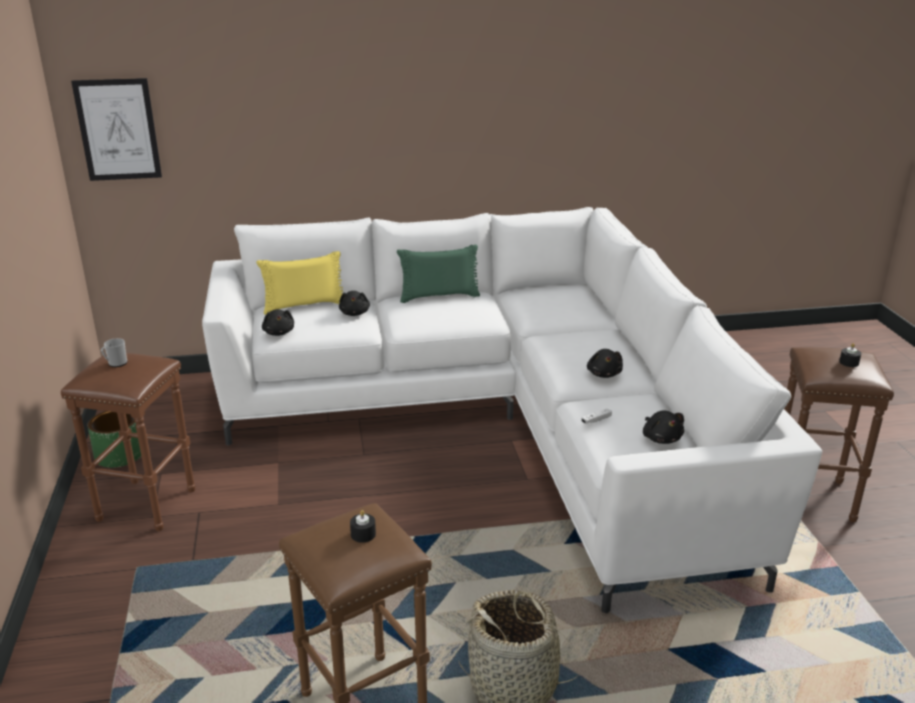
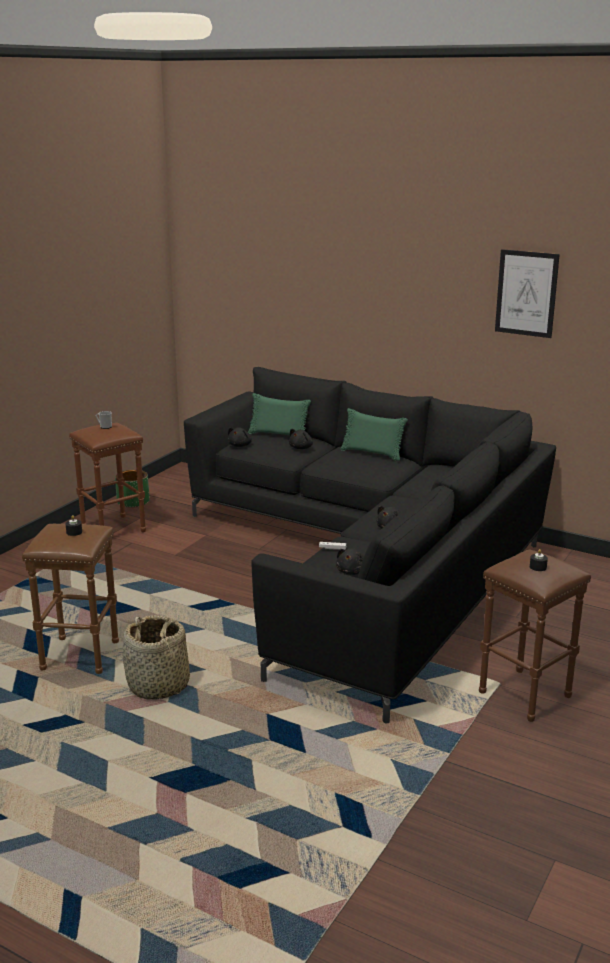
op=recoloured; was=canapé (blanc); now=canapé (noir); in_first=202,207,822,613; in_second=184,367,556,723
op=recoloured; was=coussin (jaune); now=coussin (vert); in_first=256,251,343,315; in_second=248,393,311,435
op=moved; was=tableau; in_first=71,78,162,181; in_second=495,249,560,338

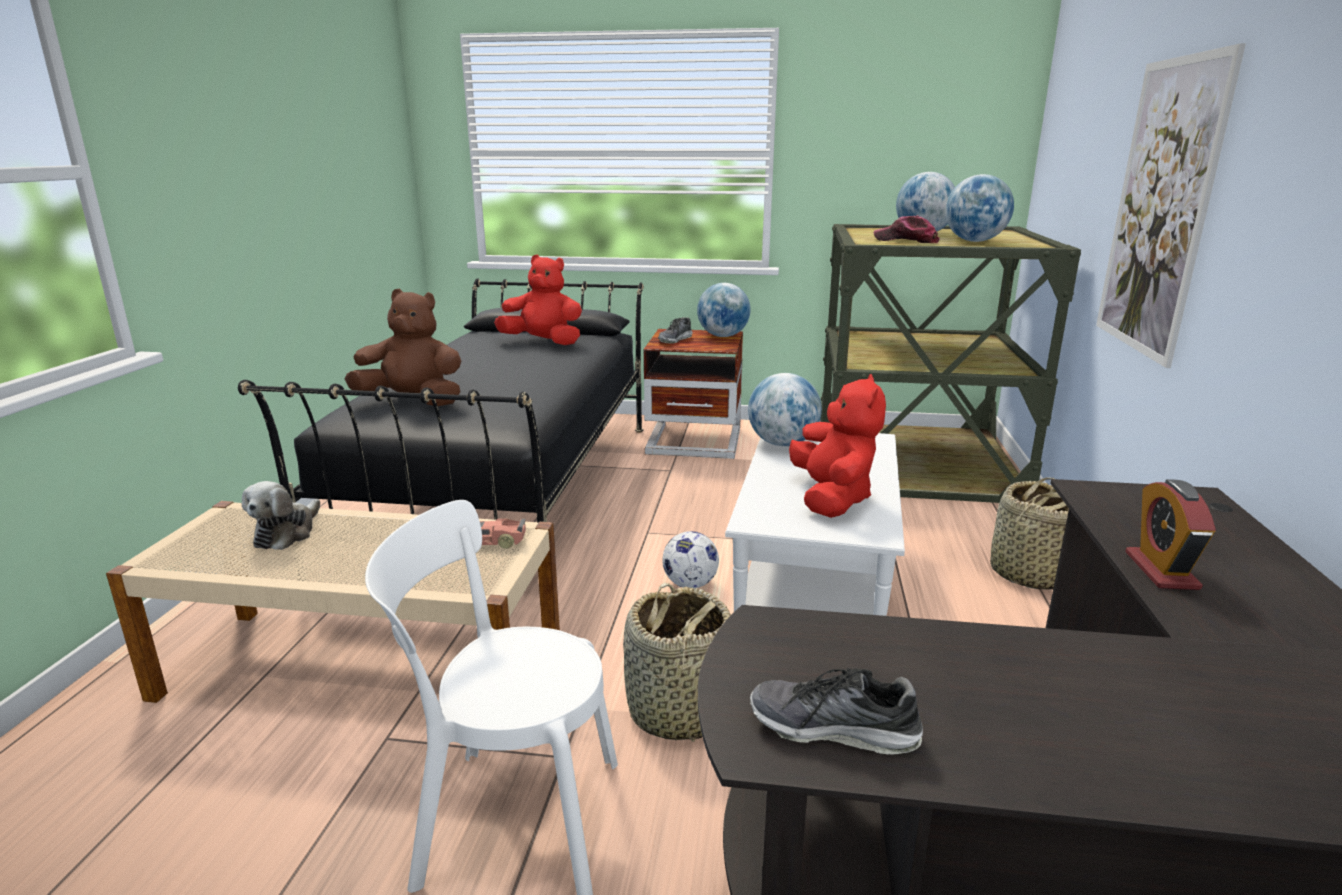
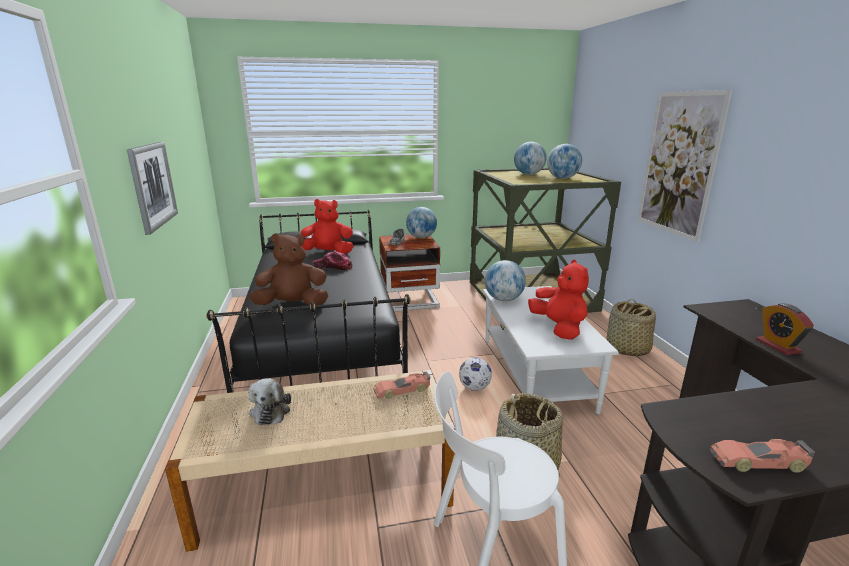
op=added; now=tableau; in_second=127,142,178,235
op=moved; was=casquette; in_first=874,215,939,243; in_second=313,251,352,270
op=replaced; was=chaussure; now=petite voiture; in_first=750,667,923,754; in_second=710,439,815,473

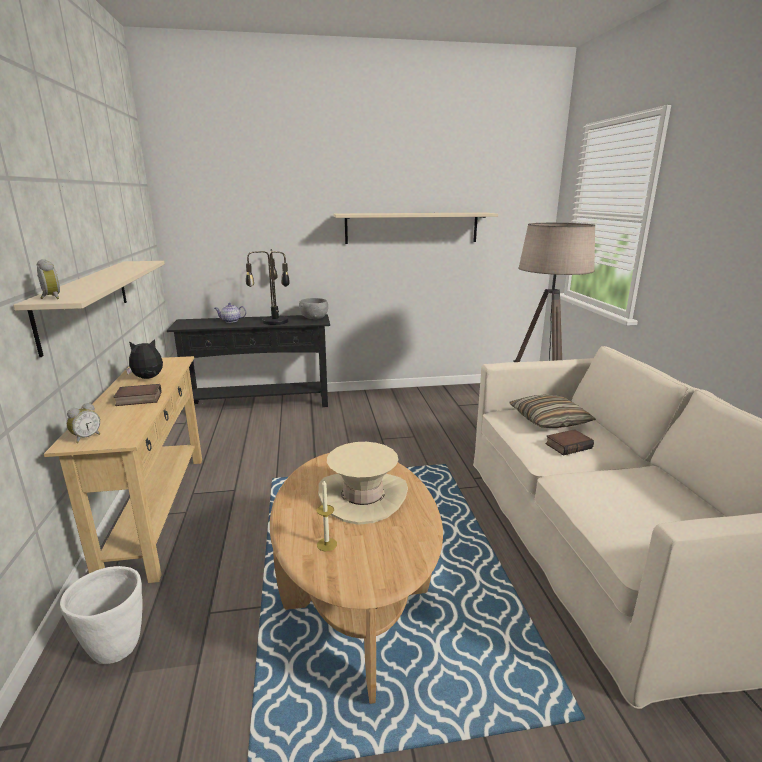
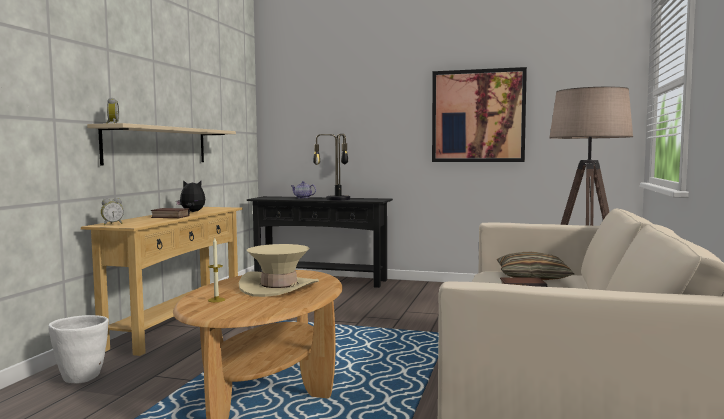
op=replaced; was=étagère (beige); now=tableau; in_first=333,213,498,244; in_second=432,67,527,162
op=removed; was=bol (gris); in_first=299,298,328,319

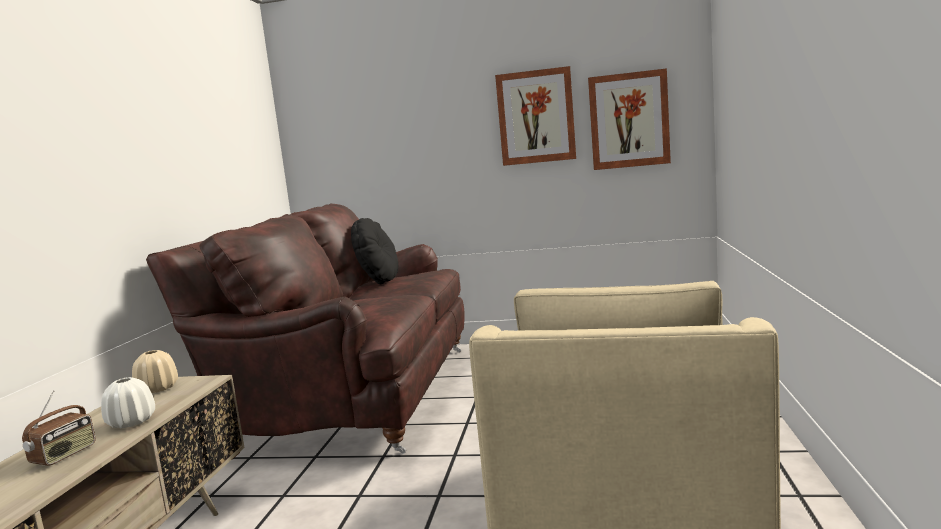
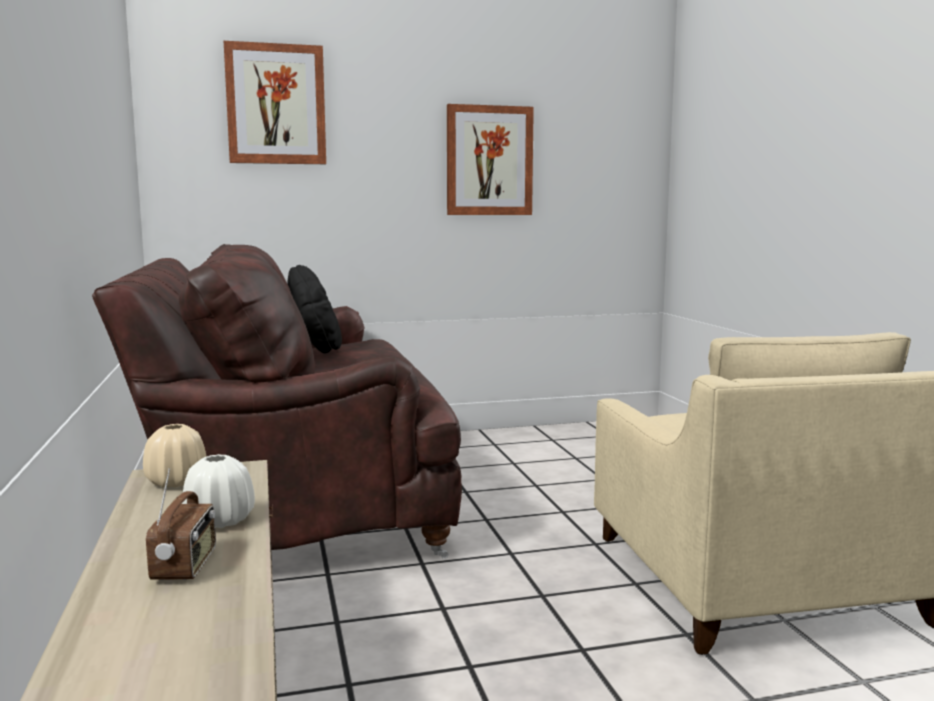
op=moved; was=tableau; in_first=588,68,671,170; in_second=224,41,326,164

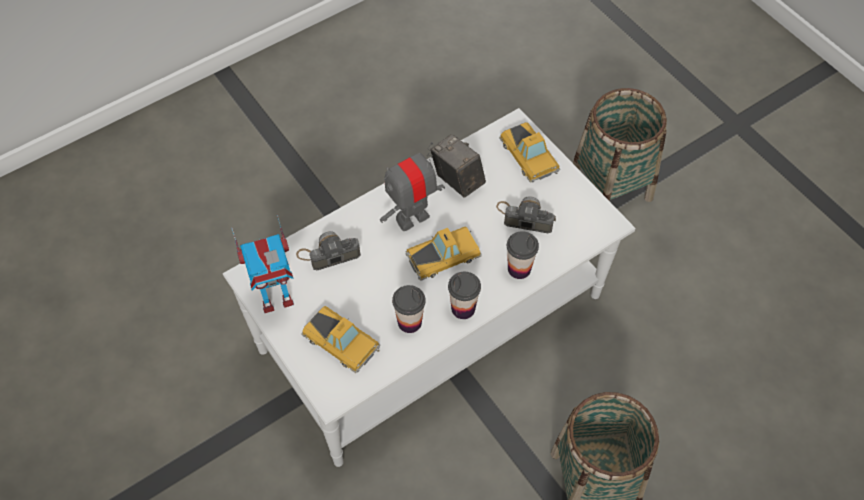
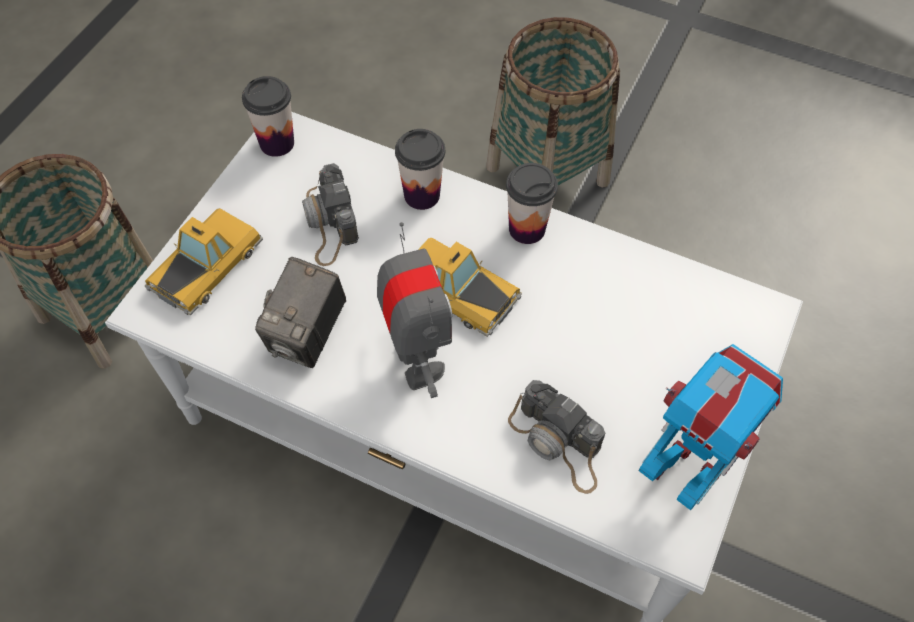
op=moved; was=tasse; in_first=392,285,426,333; in_second=242,76,294,157
op=turned; was=robot jouet; in_first=380,142,445,231; in_second=377,222,453,398; clockwise=-135
op=removed; was=petite voiture; in_first=301,306,380,373

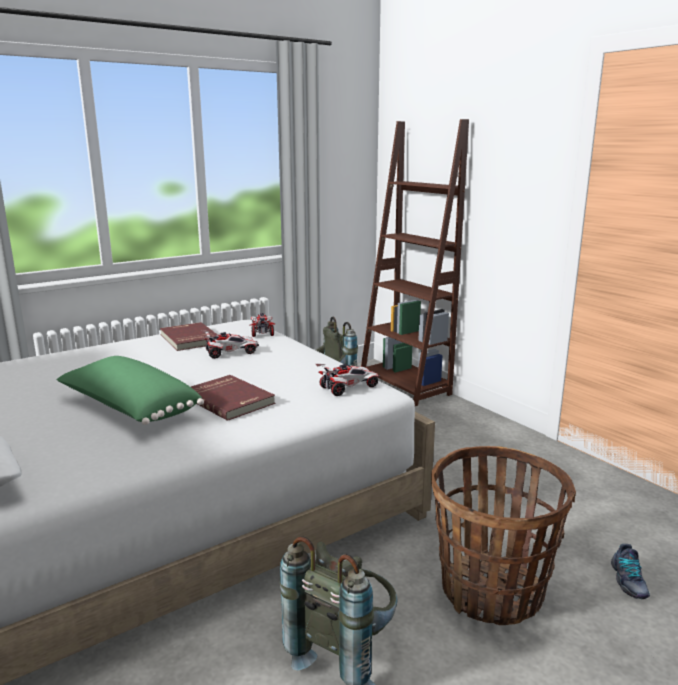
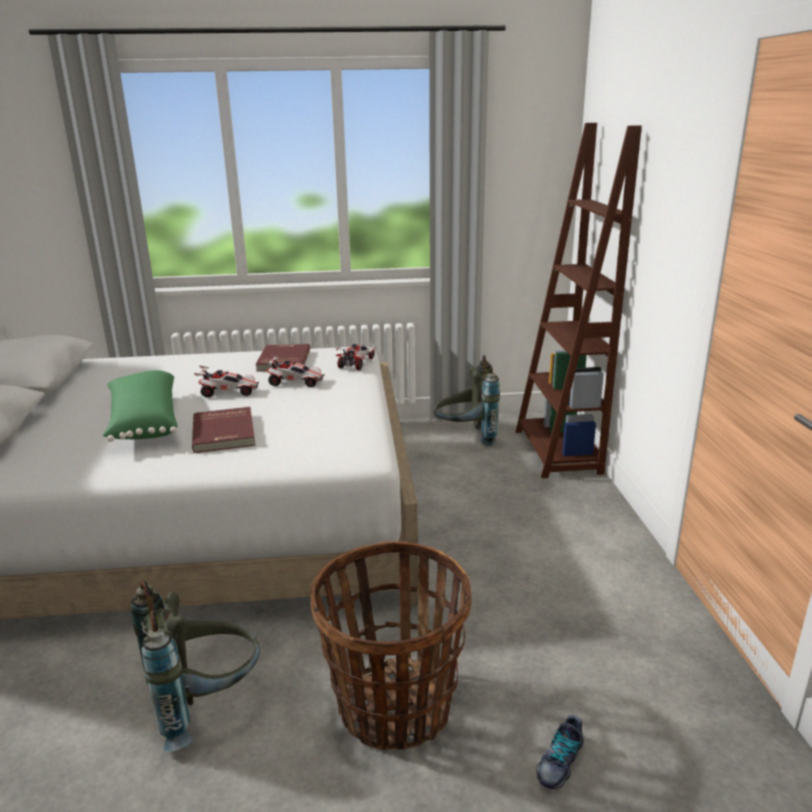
op=moved; was=petite voiture; in_first=316,364,380,396; in_second=194,365,259,397

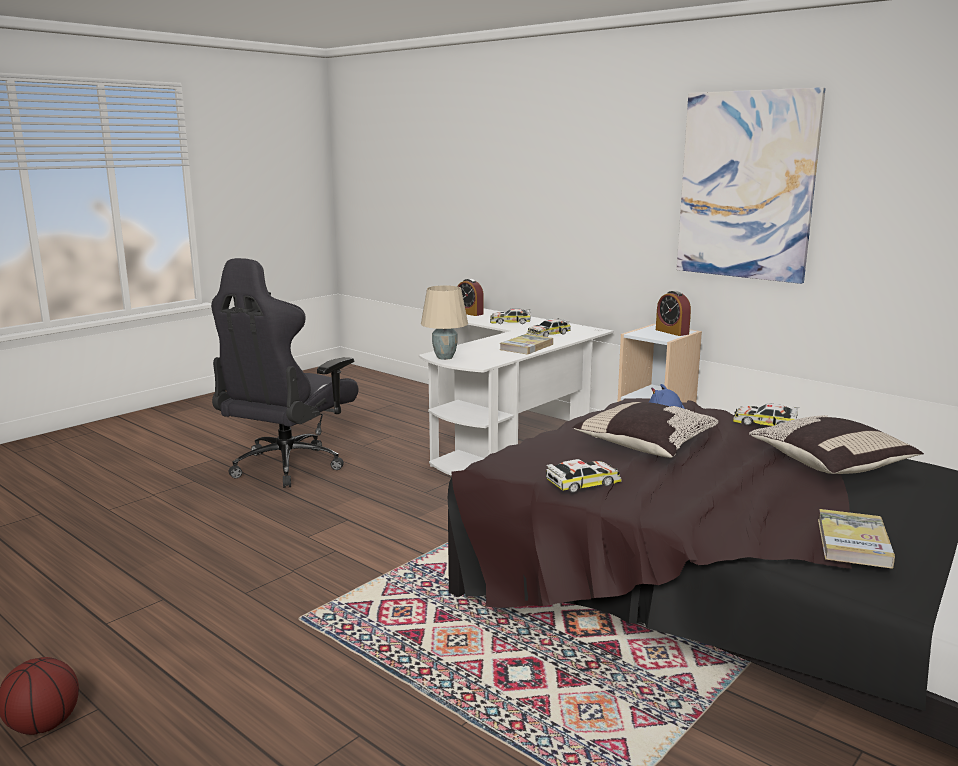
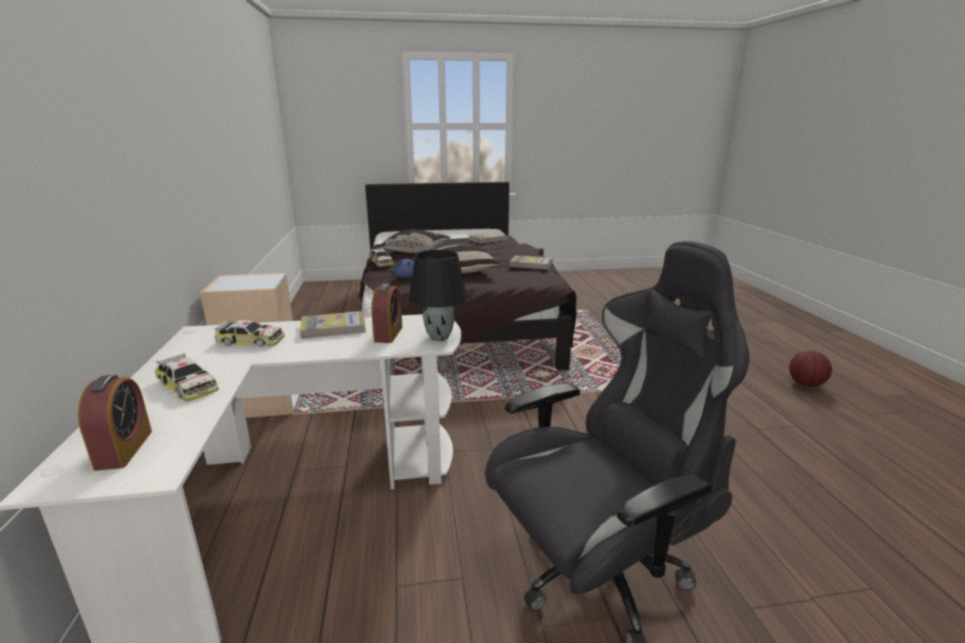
op=moved; was=réveil; in_first=656,291,691,336; in_second=371,284,402,343
op=recoloured; was=lampe de table (beige); now=lampe de table (noir); in_first=421,285,468,360; in_second=409,250,467,341
op=replaced; was=petite voiture; now=livre; in_first=546,459,622,493; in_second=510,255,553,270
op=removed; was=tableau; in_first=677,87,826,284

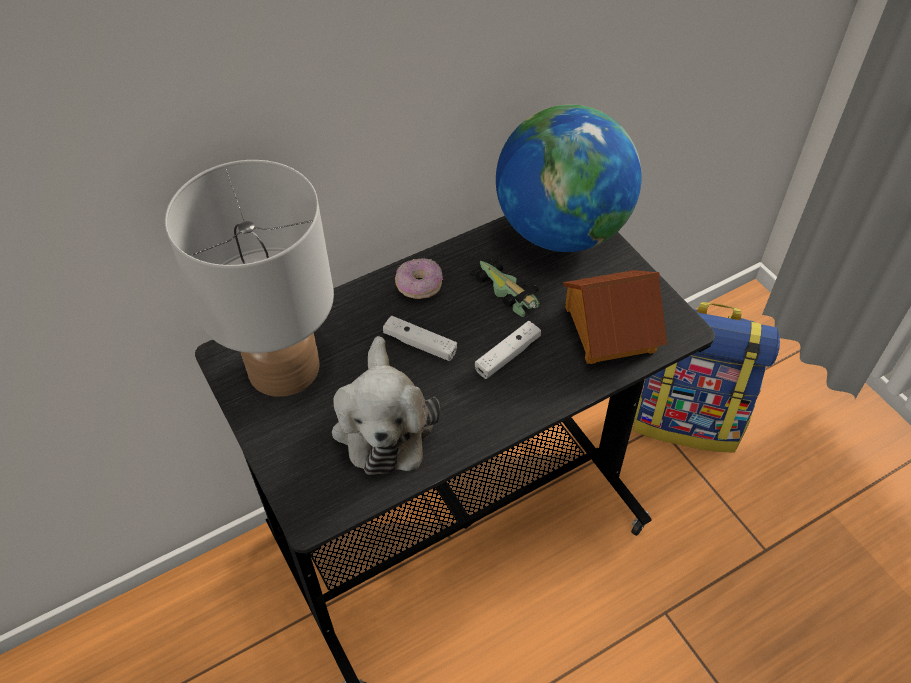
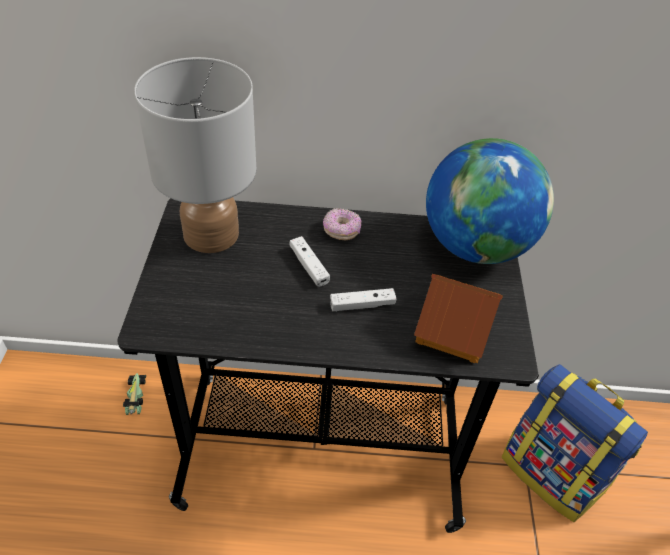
op=moved; was=petite voiture; in_first=469,259,540,317; in_second=123,373,146,415
op=removed; was=peluche; in_first=332,336,440,475

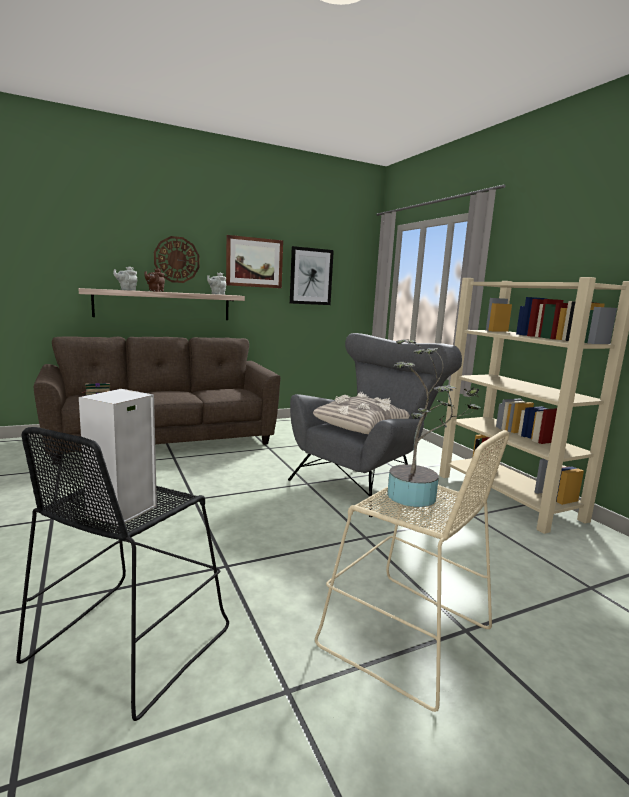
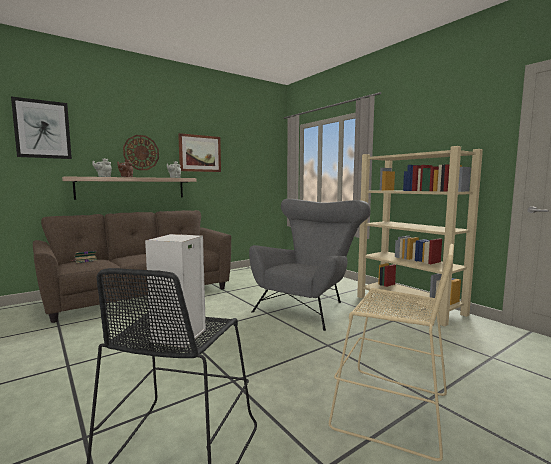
op=moved; was=tableau; in_first=290,246,334,305; in_second=11,96,72,159
op=removed; was=coussin (beige); in_first=313,391,410,434
op=removed; was=plante en pot; in_first=387,339,481,507

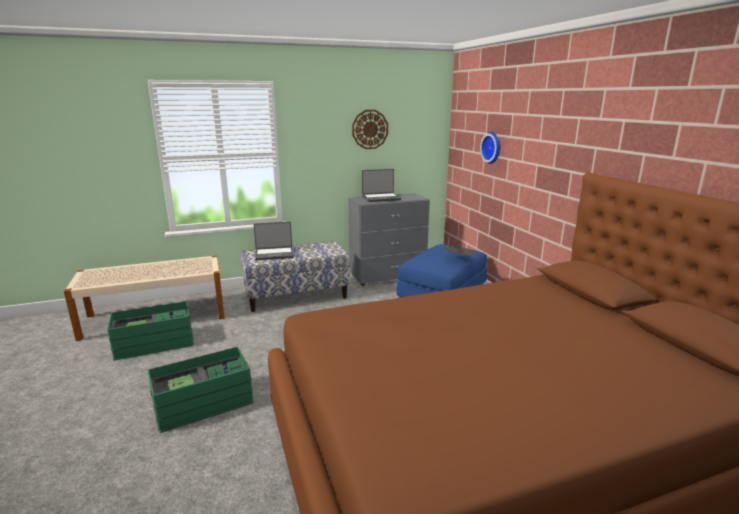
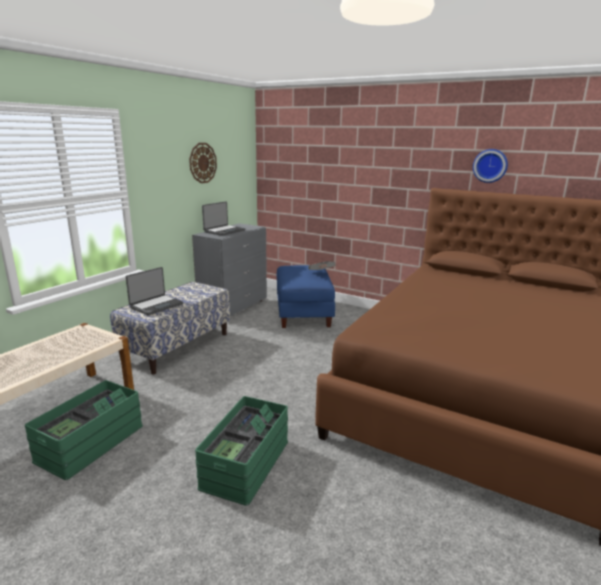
op=moved; was=horloge murale; in_first=480,132,501,164; in_second=473,149,508,183

